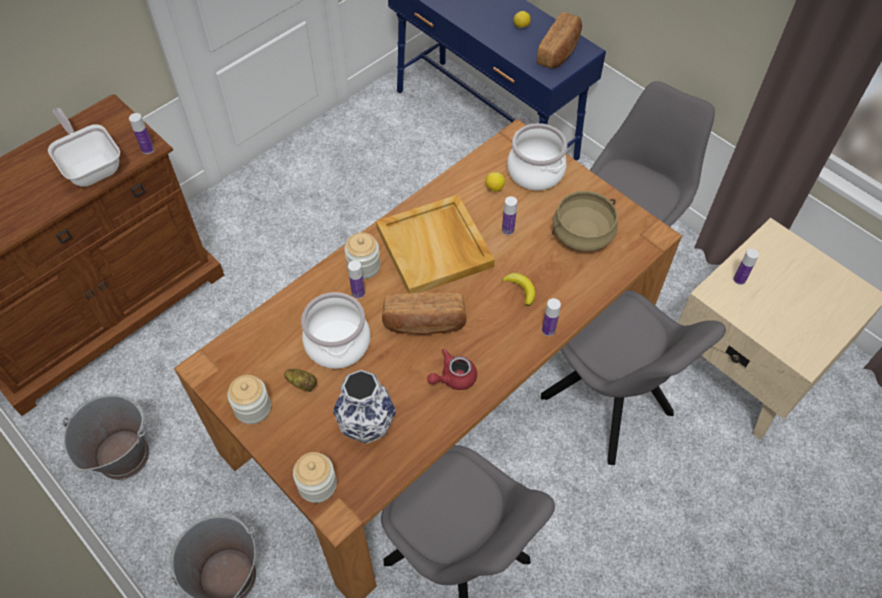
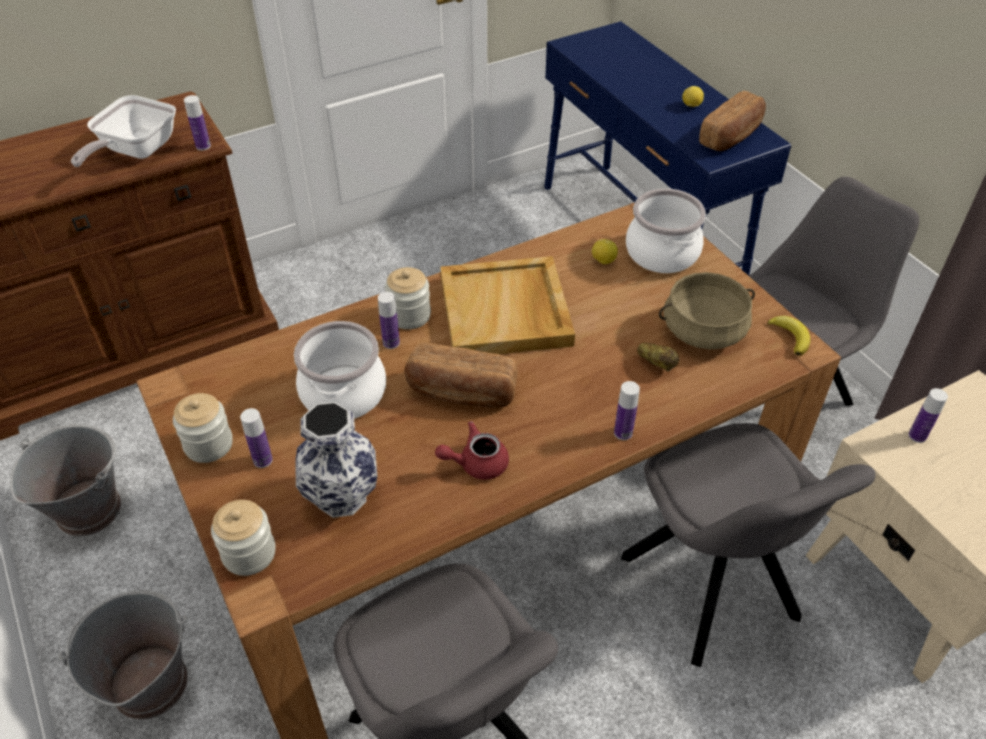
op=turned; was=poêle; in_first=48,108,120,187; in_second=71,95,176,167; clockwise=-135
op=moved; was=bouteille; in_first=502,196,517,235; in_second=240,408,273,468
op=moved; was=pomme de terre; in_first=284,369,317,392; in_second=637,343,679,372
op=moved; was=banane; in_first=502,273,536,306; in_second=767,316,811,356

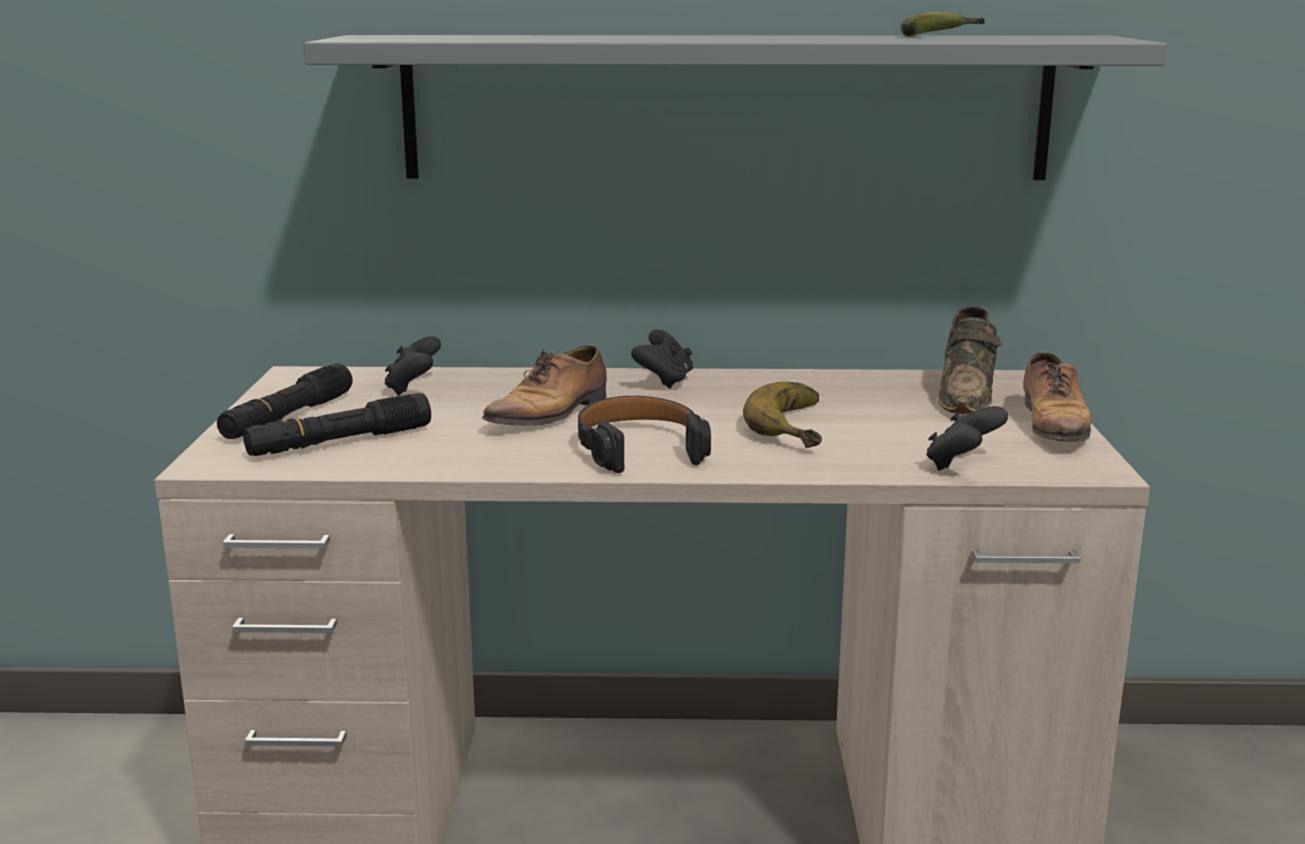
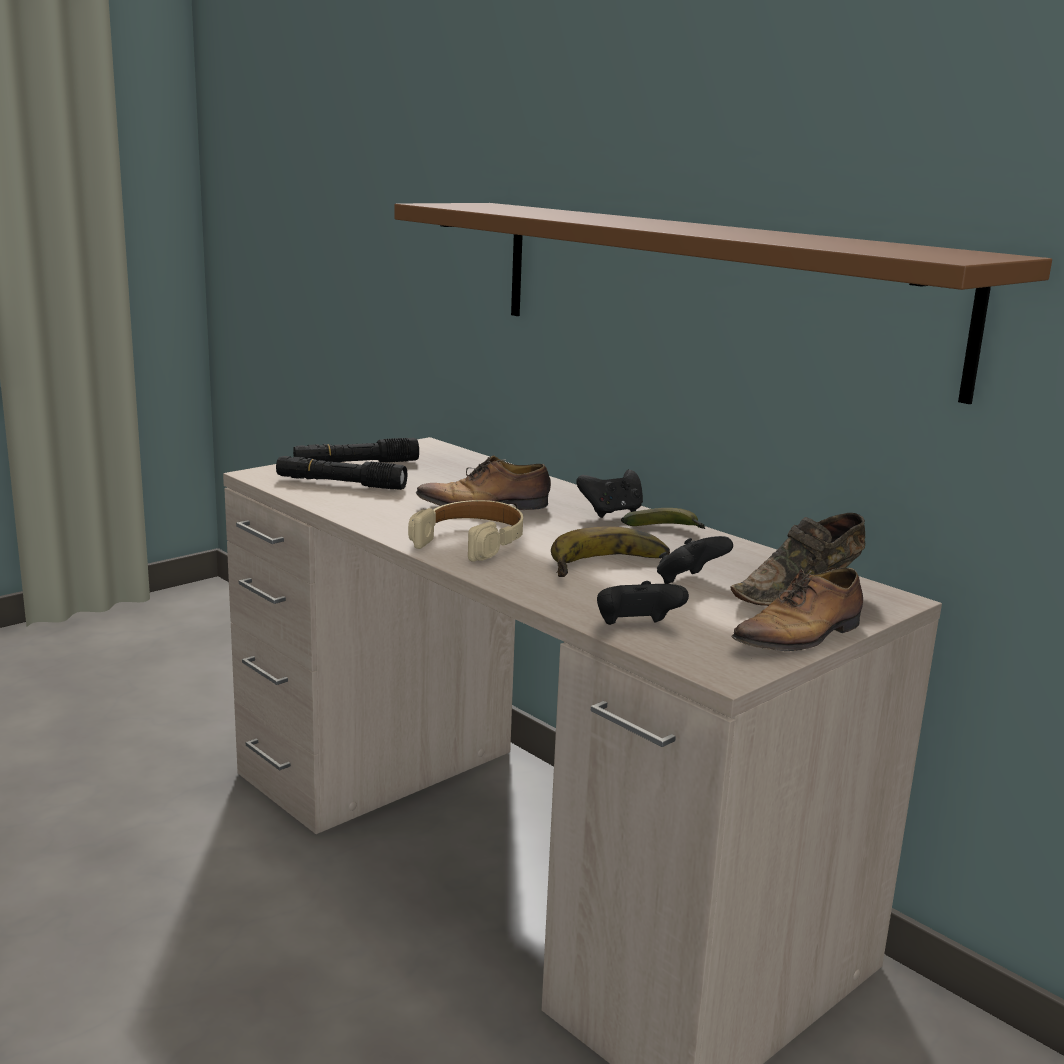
op=recoloured; was=étagère (gris); now=étagère (marron); in_first=304,35,1167,180; in_second=394,203,1052,404
op=recoloured; was=casque audio (noir); now=casque audio (beige); in_first=578,396,711,473; in_second=408,500,523,562
op=moved; was=banane; in_first=900,12,985,36; in_second=621,508,705,529
op=moved; was=manette (noir); in_first=384,336,441,396; in_second=657,536,733,584

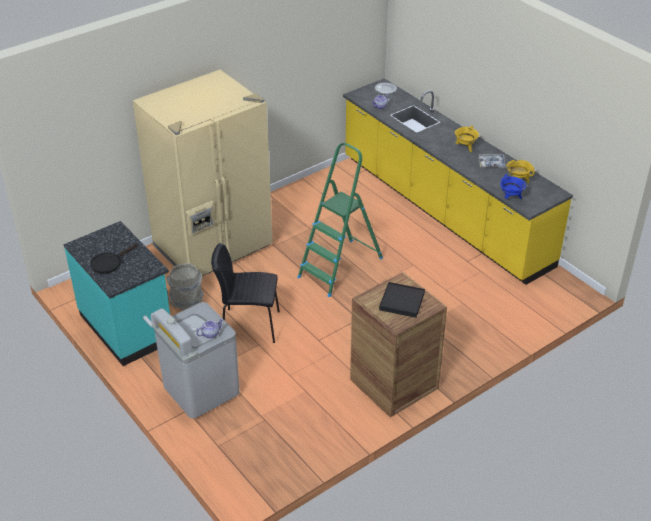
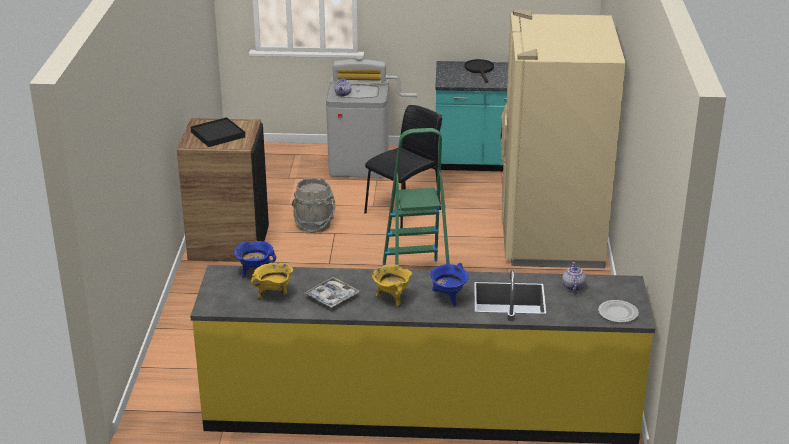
op=moved; was=seau (gris); in_first=166,263,204,310; in_second=292,178,336,233
op=added; now=marmite (bleu); in_second=430,263,469,306

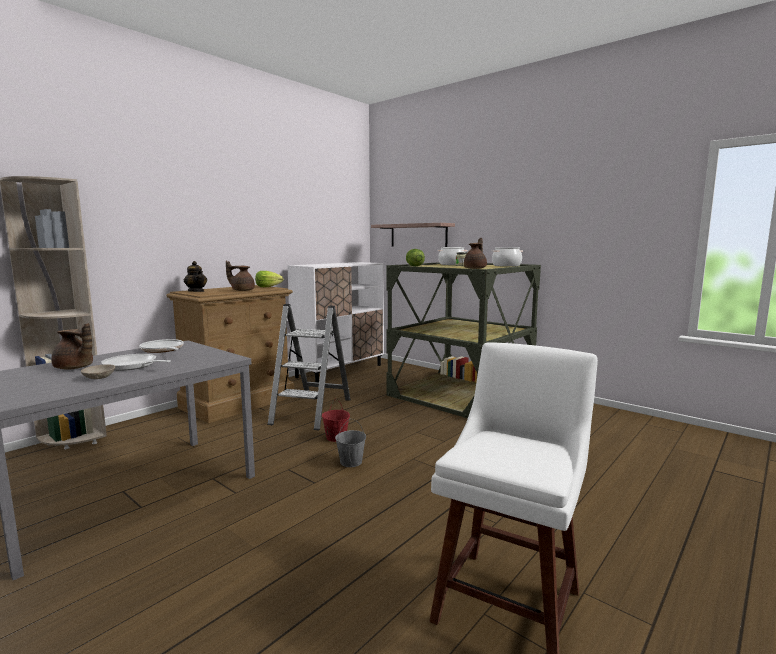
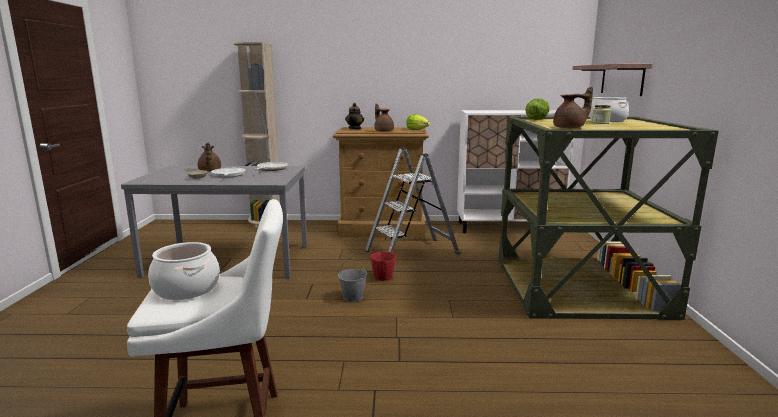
op=moved; was=marmite; in_first=491,247,523,267; in_second=148,242,220,300

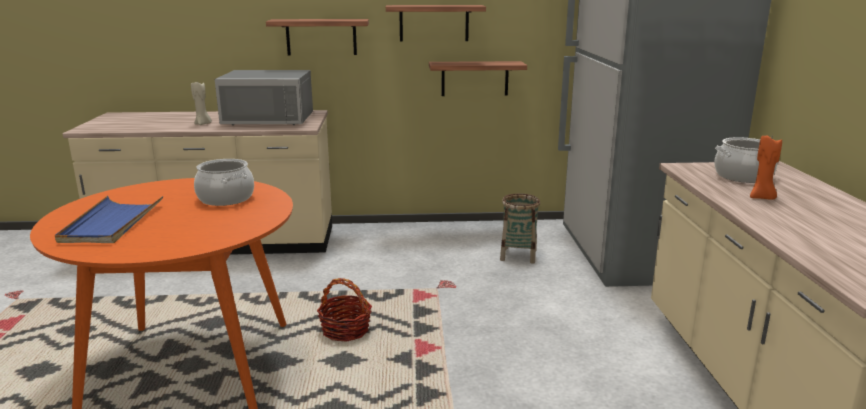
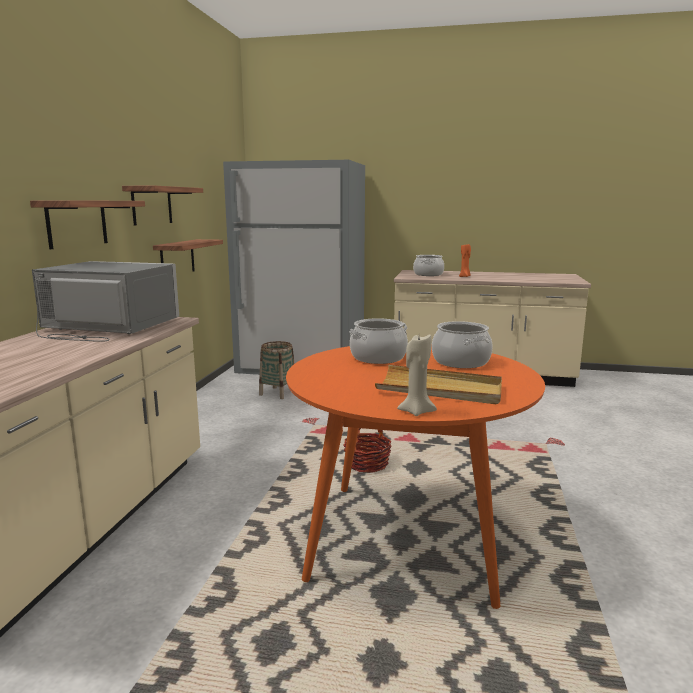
op=turned; was=micro-ondes (gris); in_first=215,70,313,125; in_second=32,261,179,342; clockwise=-90
op=recoloured; was=plateau (bleu); now=plateau (beige); in_first=55,196,163,243; in_second=375,365,502,404
op=moved; was=bougie (beige); in_first=191,81,212,125; in_second=397,334,437,416
op=added; now=marmite; in_second=432,321,493,368

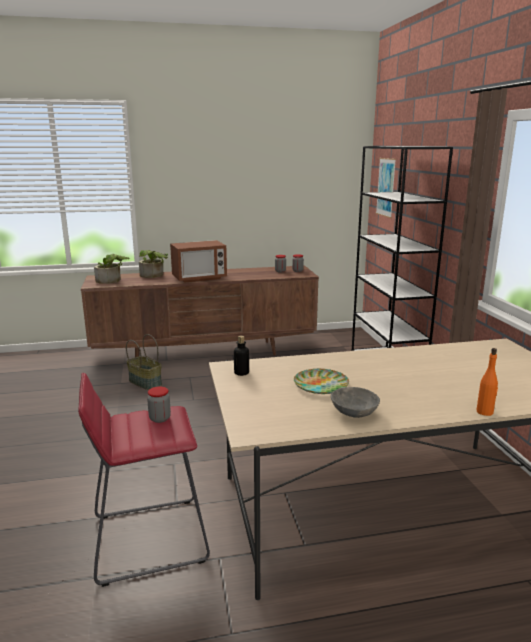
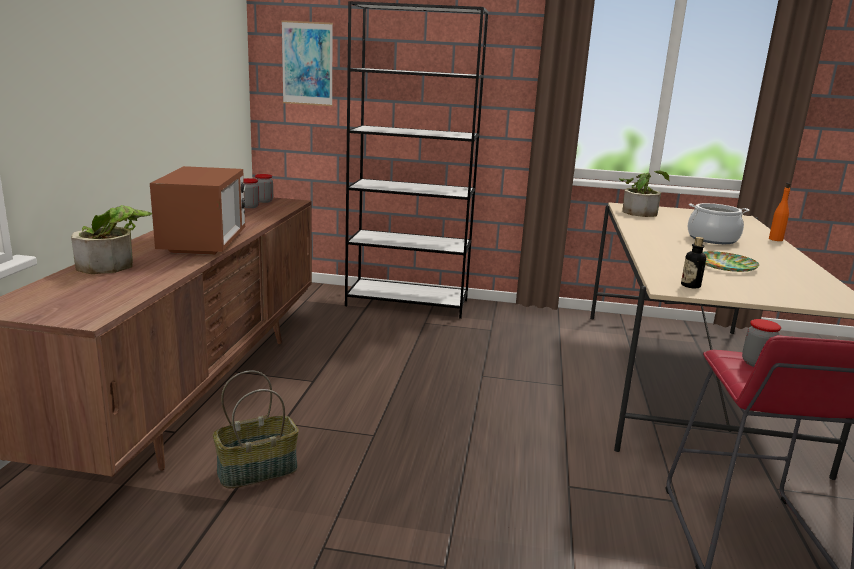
op=moved; was=plante en pot; in_first=94,254,130,284; in_second=619,170,670,217
op=added; now=marmite; in_second=688,203,750,244
op=removed; was=bol (gris); in_first=331,387,380,418

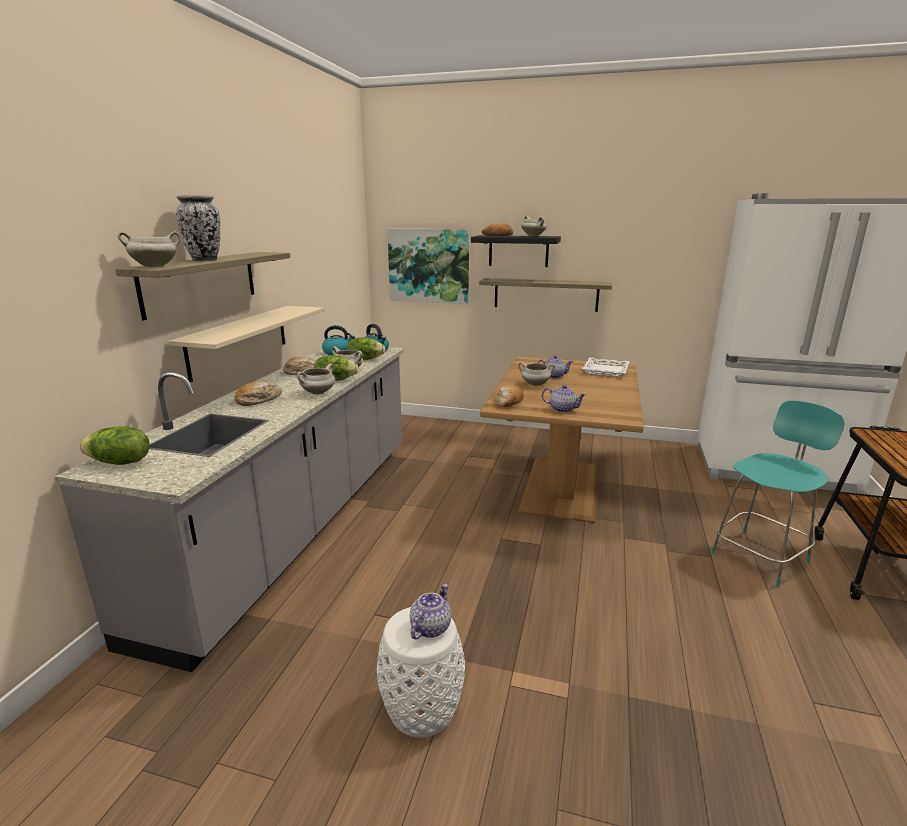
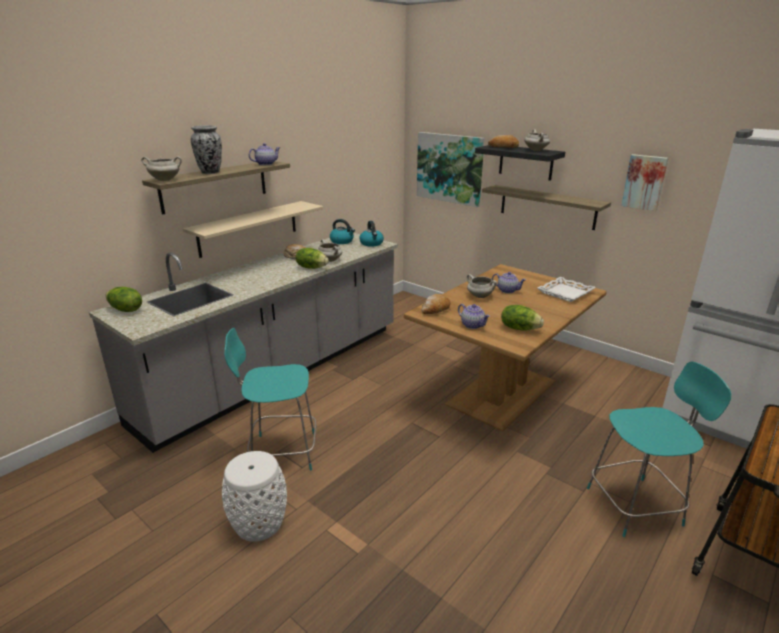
op=added; now=chaise (turquoise); in_second=224,328,317,471
op=moved; was=théière; in_first=410,584,451,639; in_second=249,143,280,165
op=moved; was=laitue; in_first=347,337,385,360; in_second=501,305,544,331
op=added; now=tableau; in_second=621,154,669,211
op=removed; was=pain; in_first=235,382,282,406
op=removed; was=marmite (blanc); in_first=297,364,335,395

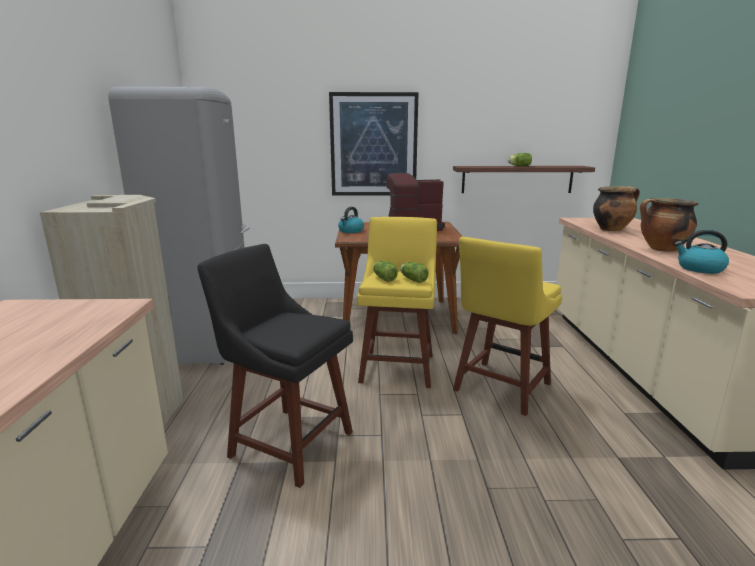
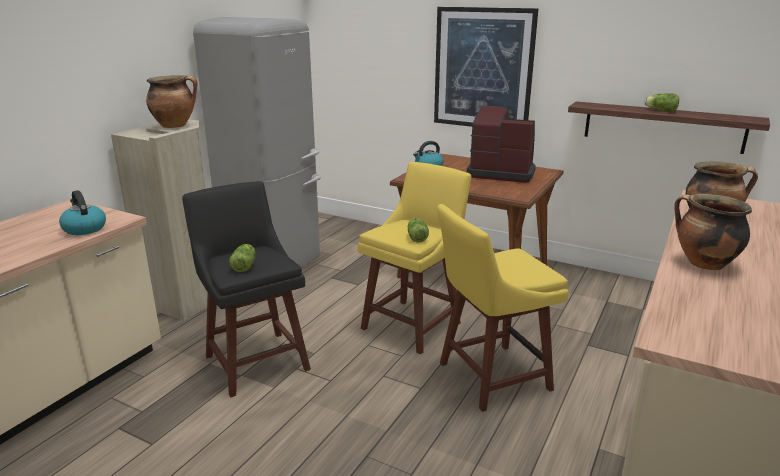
op=moved; was=bouilloire; in_first=674,230,729,274; in_second=59,190,106,235
op=added; now=marmite; in_second=146,75,197,128
op=moved; was=laitue; in_first=373,261,398,282; in_second=229,244,256,272

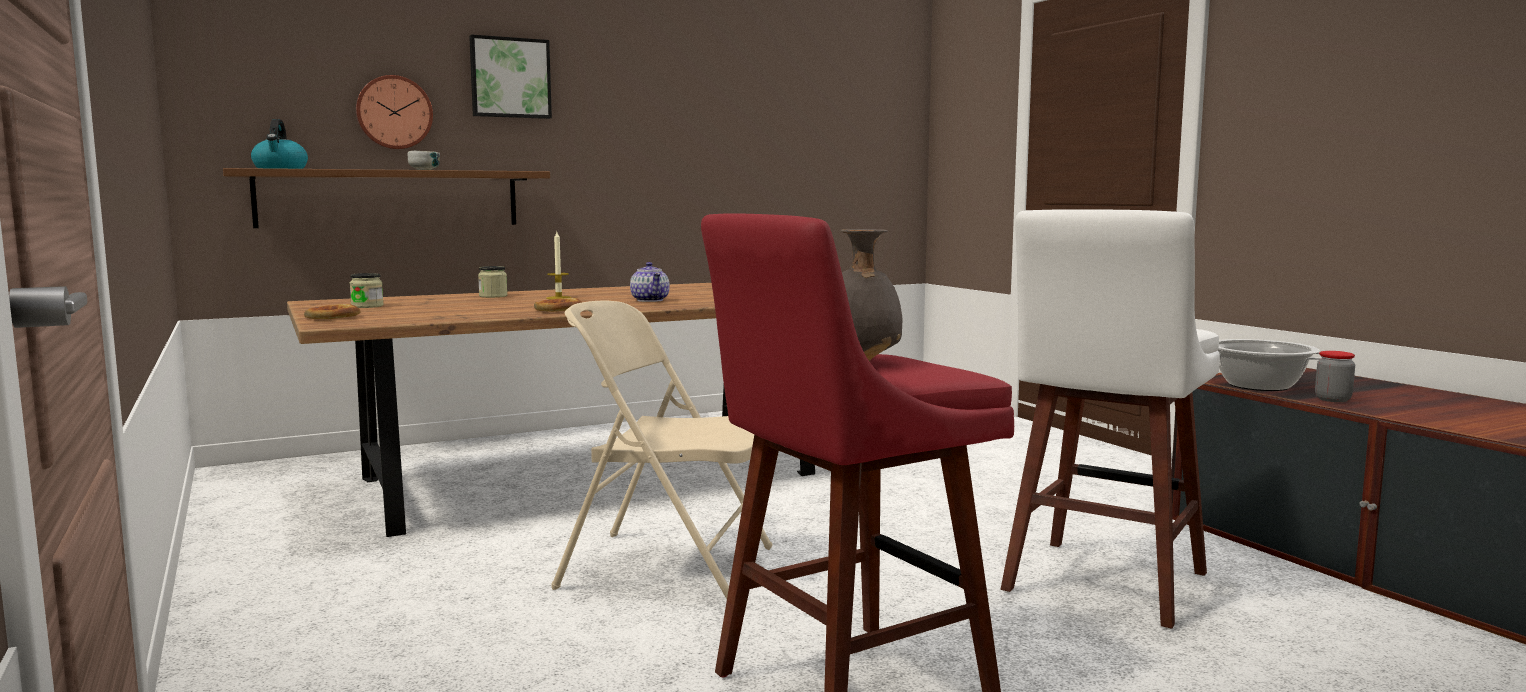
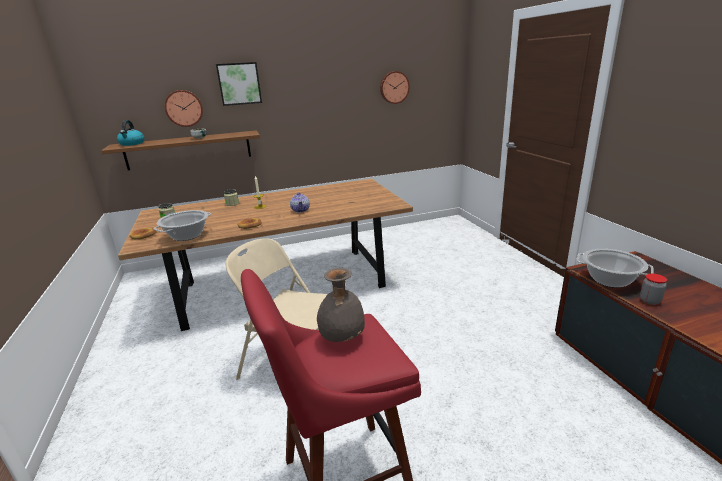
op=added; now=marmite; in_second=153,210,212,241
op=added; now=horloge murale; in_second=380,71,410,104
op=removed; was=tabouret (blanc); in_first=1000,209,1220,629

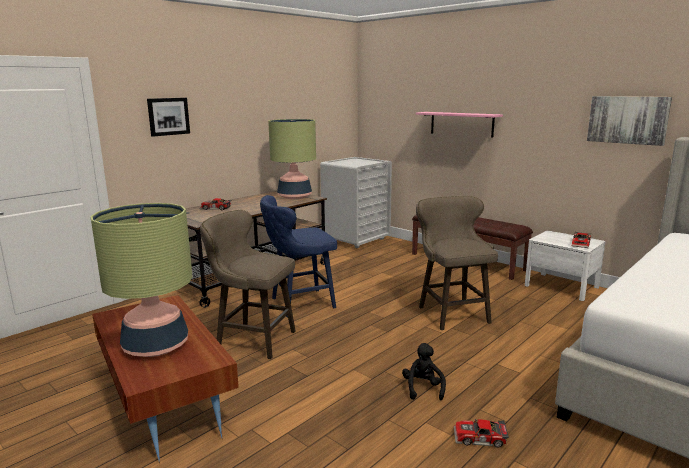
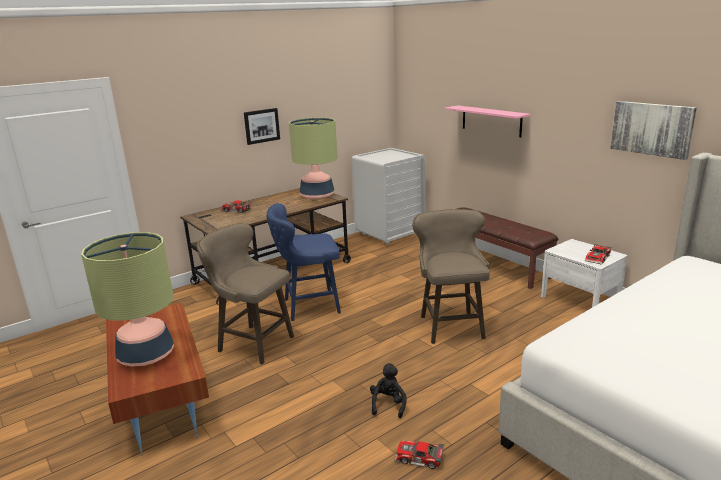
op=moved; was=tableau; in_first=147,98,190,137; in_second=244,108,280,145

